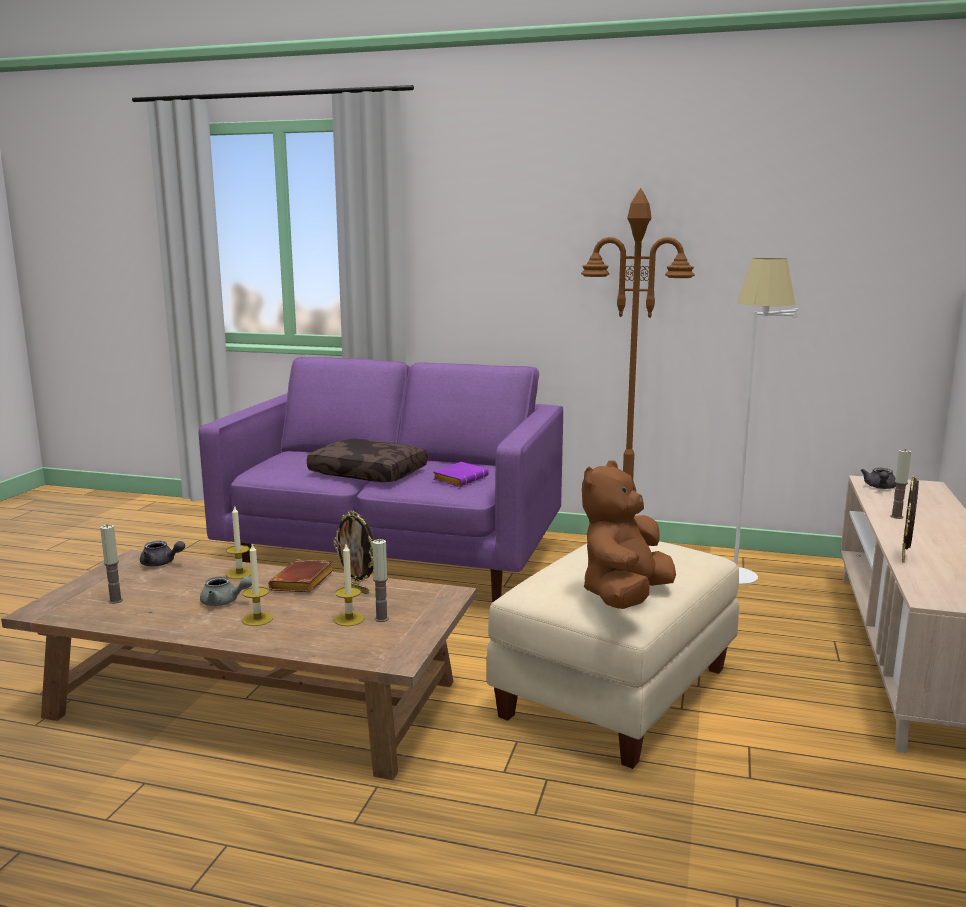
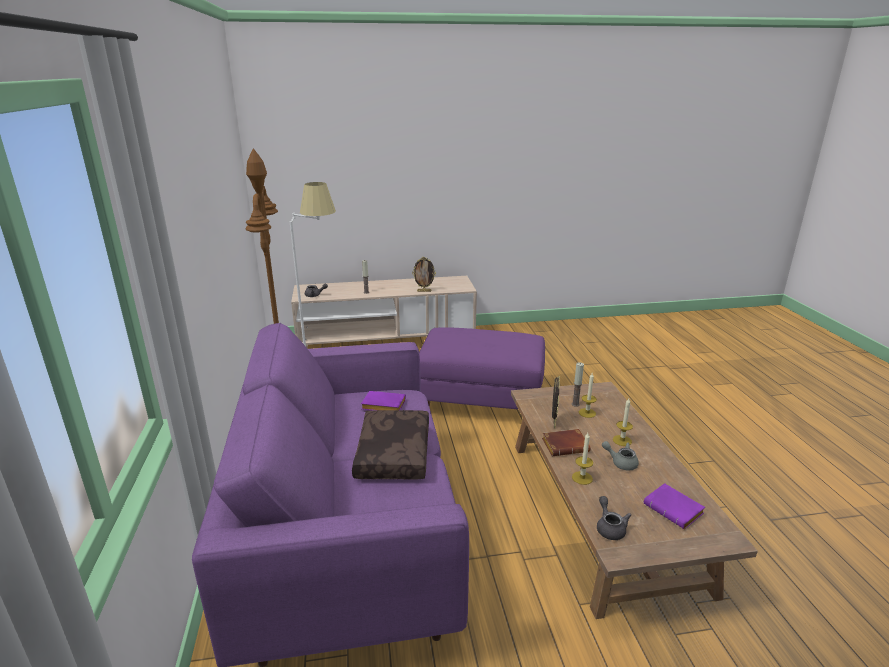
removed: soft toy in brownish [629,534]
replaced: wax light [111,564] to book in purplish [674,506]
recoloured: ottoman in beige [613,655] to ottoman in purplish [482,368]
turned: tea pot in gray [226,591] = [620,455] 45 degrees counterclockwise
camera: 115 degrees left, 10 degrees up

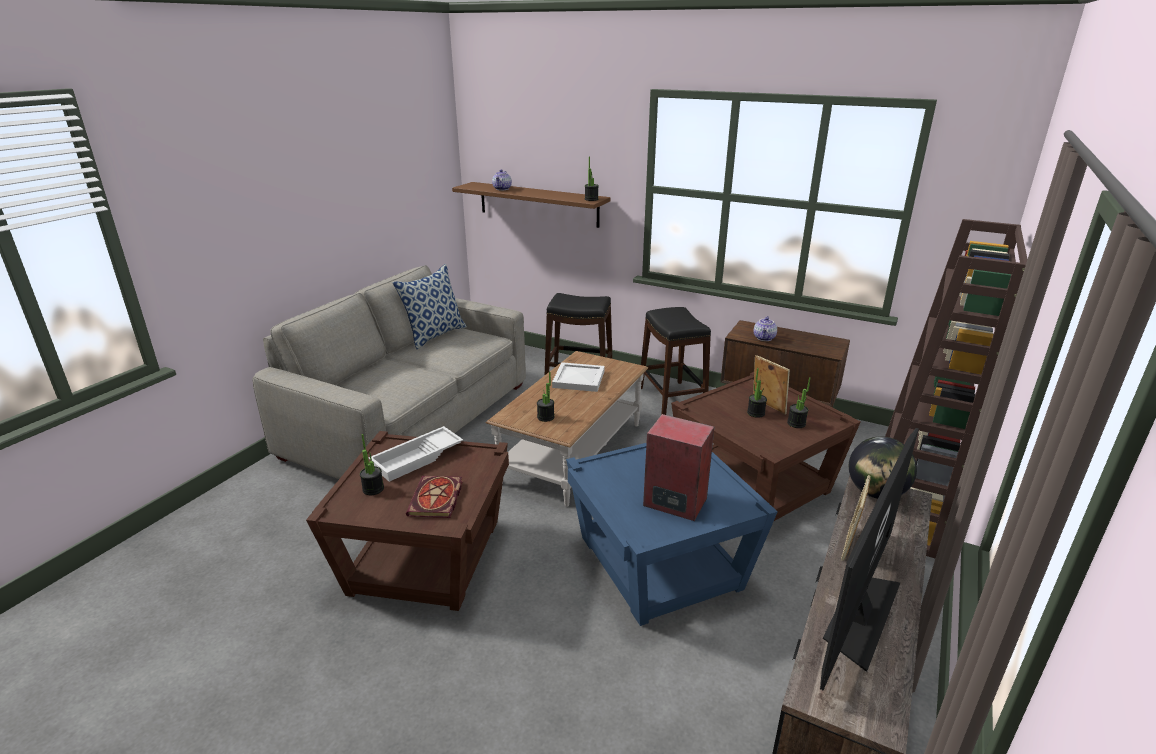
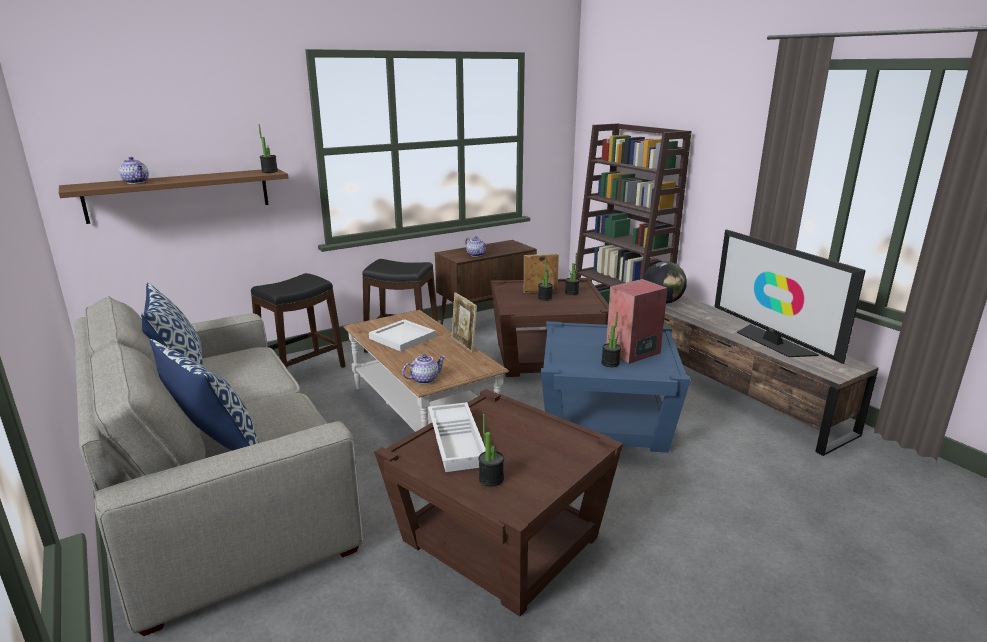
removed: book [434,497]
added: cushion [204,395]; tea pot [424,369]
moved: potted plant [546,397] to [611,339]; photo frame [856,518] to [464,322]
camera: 60 degrees left, 5 degrees down

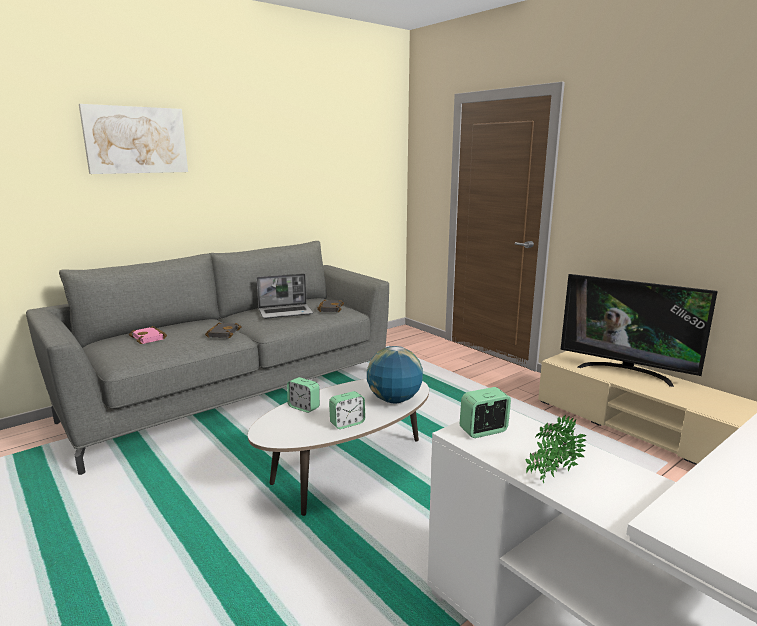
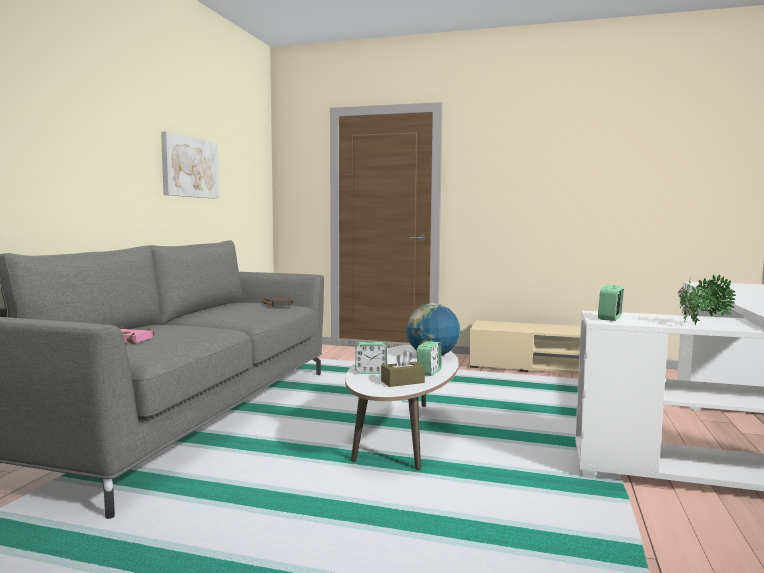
removed: book in black [223,330]; portable computer [285,296]; TV set [639,330]
added: tissue holder in brownish [403,368]; potted plant [708,295]
moved: wall picture [133,139] to [190,165]
camera: 35 degrees left, 10 degrees down

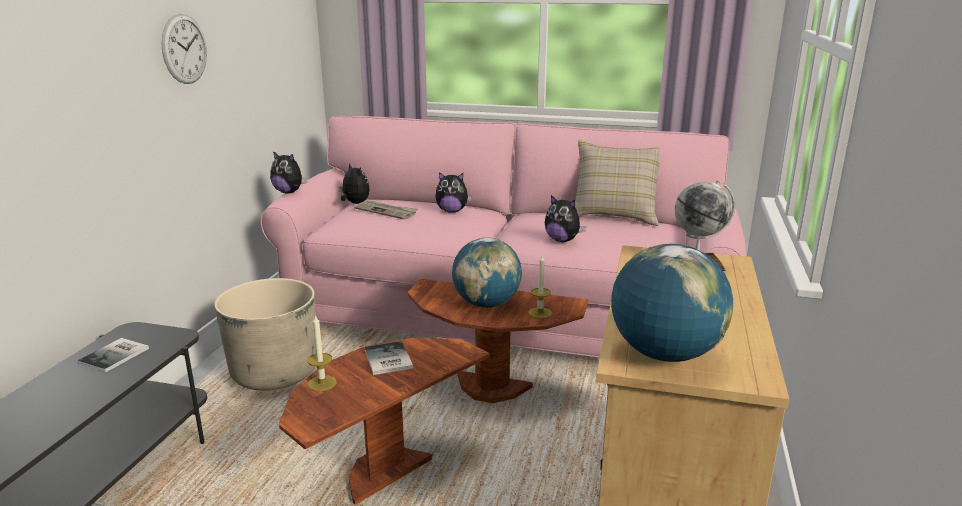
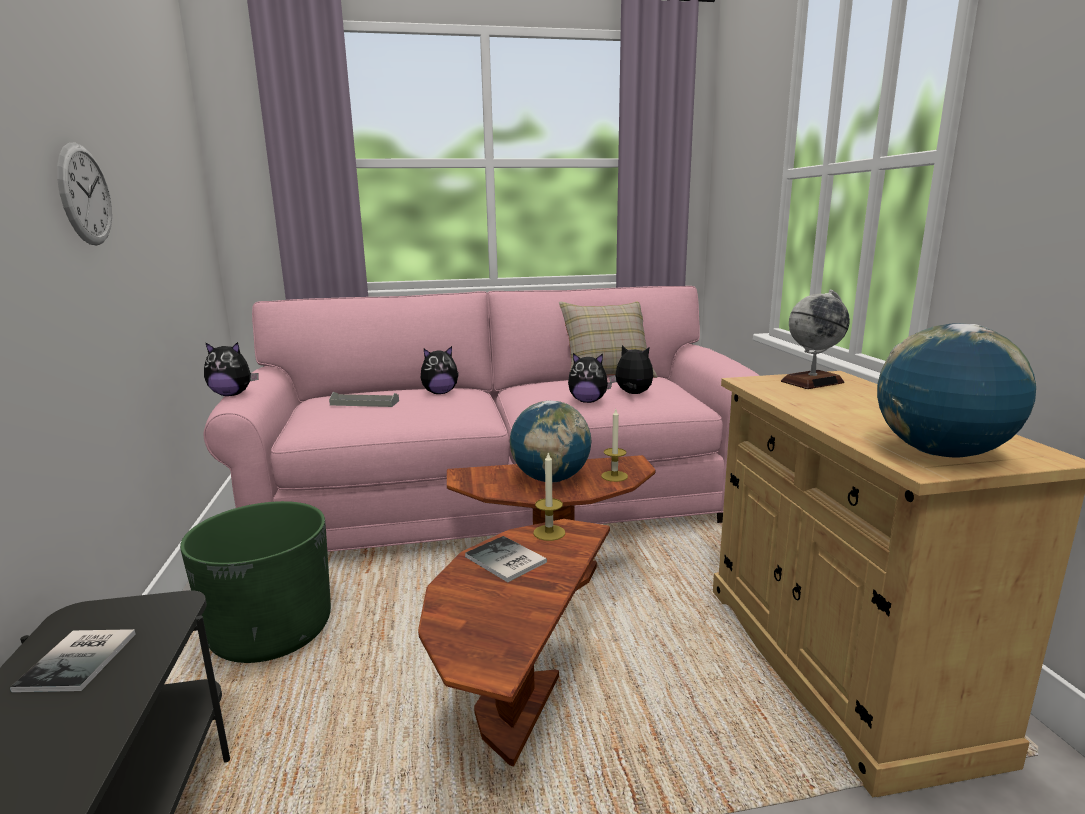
moved: wax light [322,352] to [549,496]; soft toy [354,183] to [631,369]
replaced: newspaper [386,210] to tray in gray [364,399]
recoloured: flower pot in beige [265,334] to flower pot in green [255,582]
camera: 25 degrees left, 5 degrees down

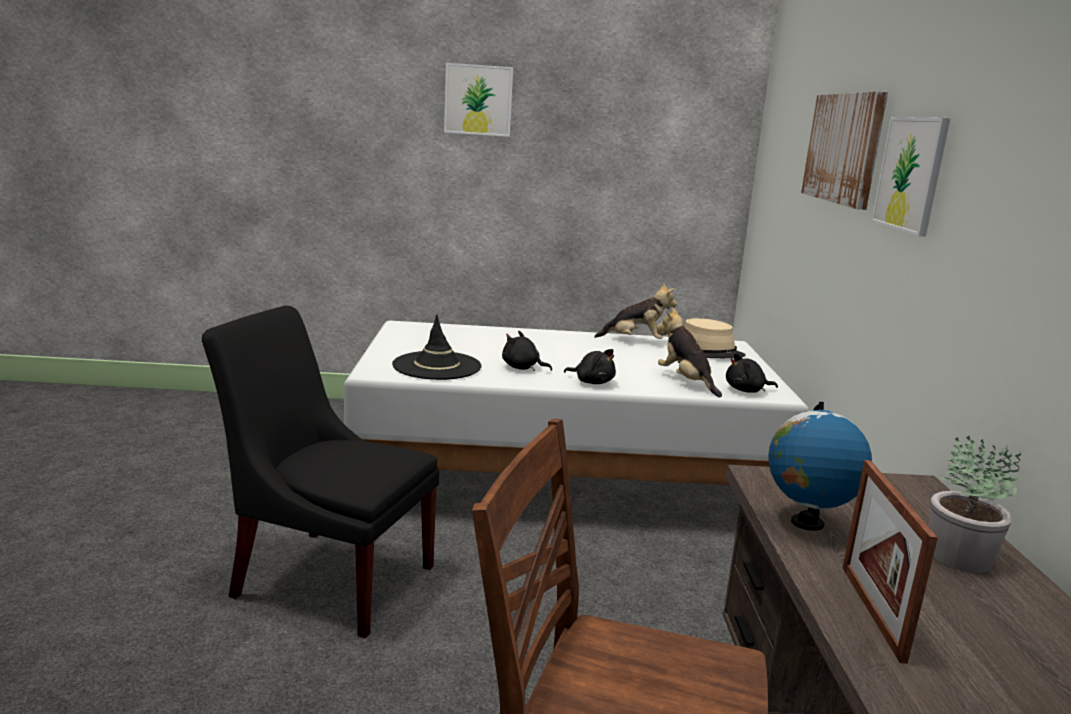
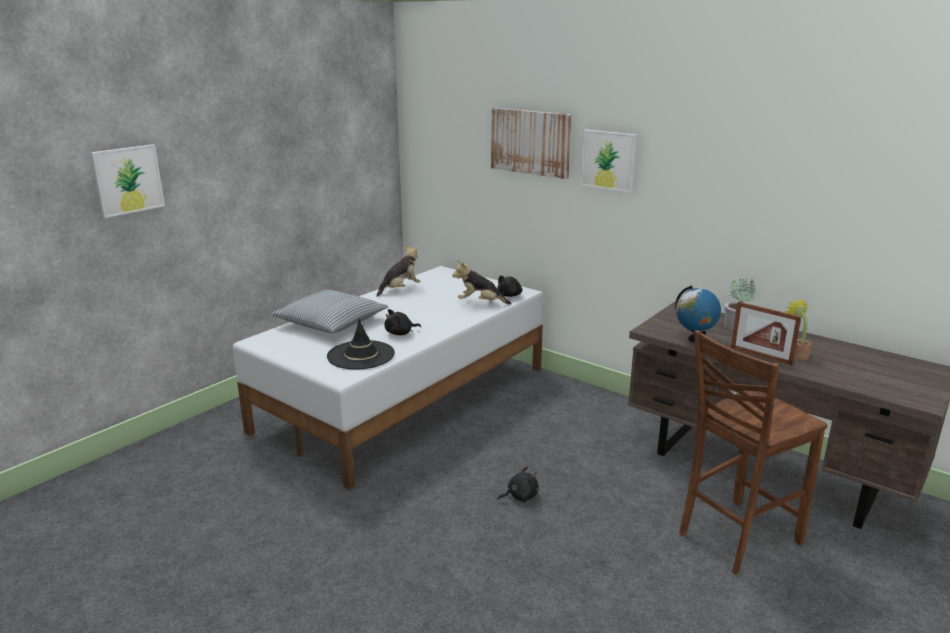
removed: upright chair in black [320,471]; clothing hat in beige [714,338]
added: cushion [329,311]; potted plant [798,328]
moved: wall picture [478,100] to [127,181]; soft toy in black [590,366] to [518,484]
camera: 50 degrees left, 5 degrees up

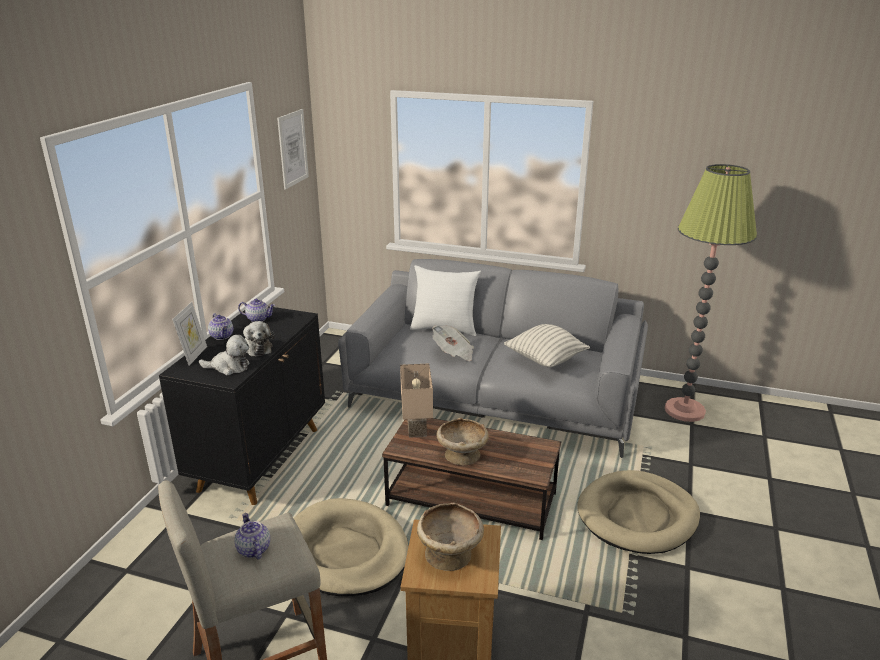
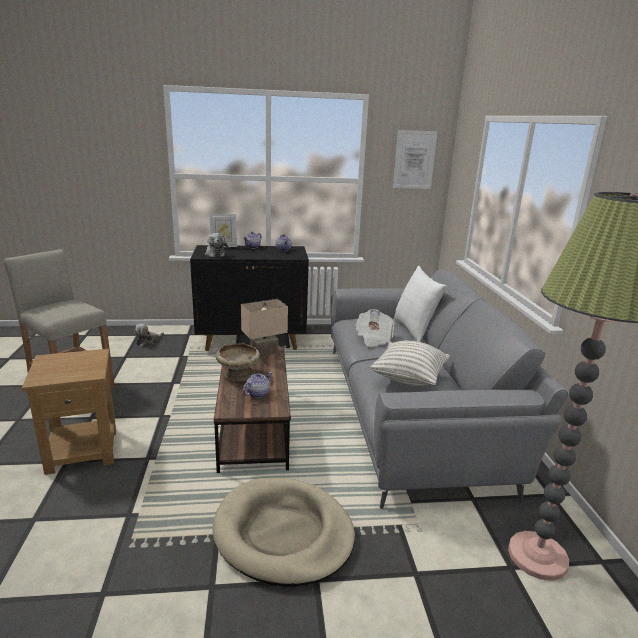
removed: dog cushion in beige [351,547]; bowl in beige [450,536]
moved: tea pot [252,536] to [257,385]; soft toy [259,339] to [149,335]
camera: 65 degrees right, 5 degrees down

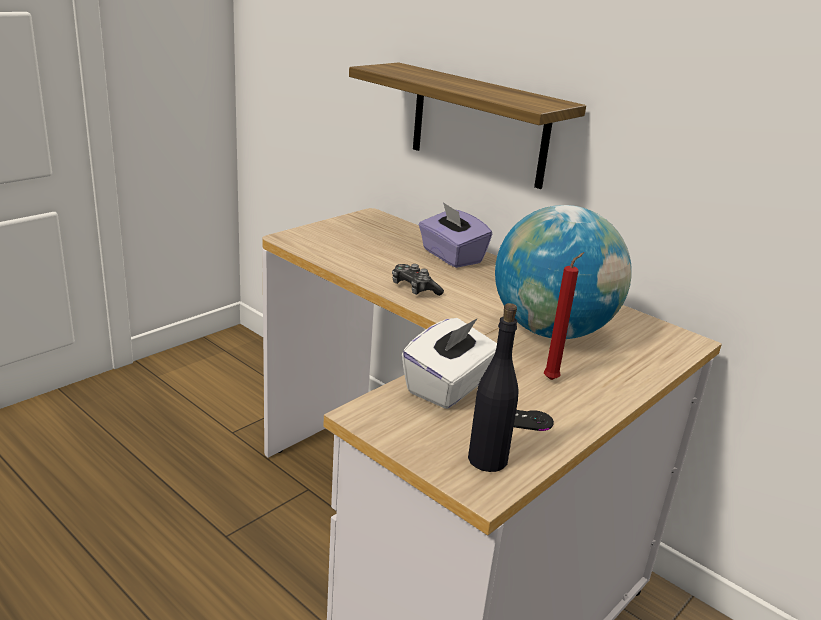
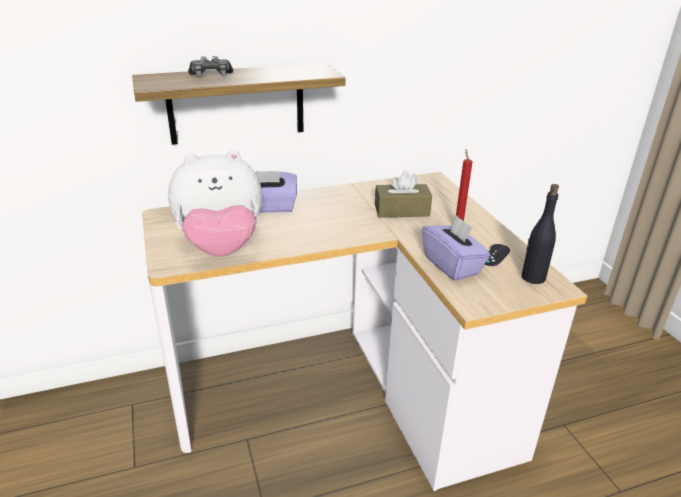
added: soft toy [215,204]
moved: game controller [418,280] to [210,66]
replaced: globe [563,272] to tissue holder in brownish [403,194]
recoloured: tissue holder in white [449,363] to tissue holder in purplish [456,248]
camera: 60 degrees left, 5 degrees up

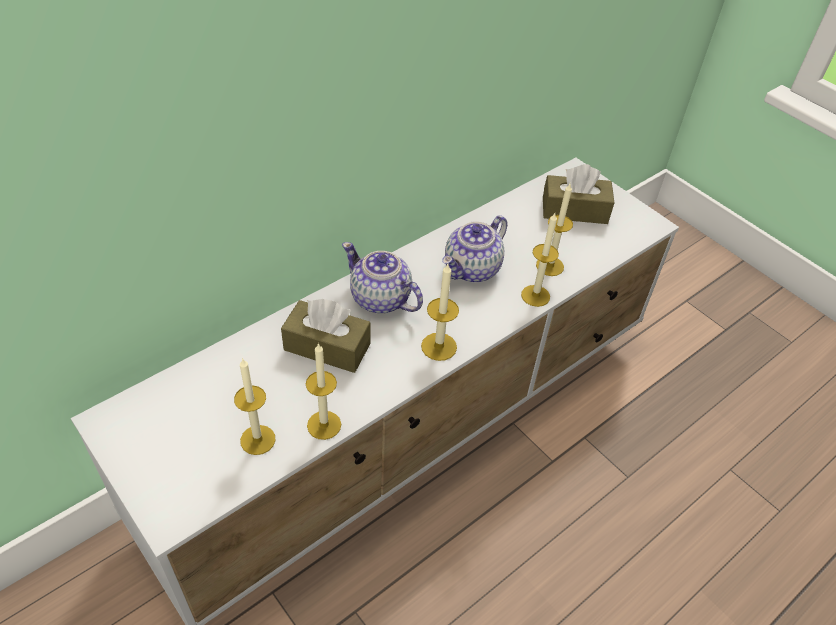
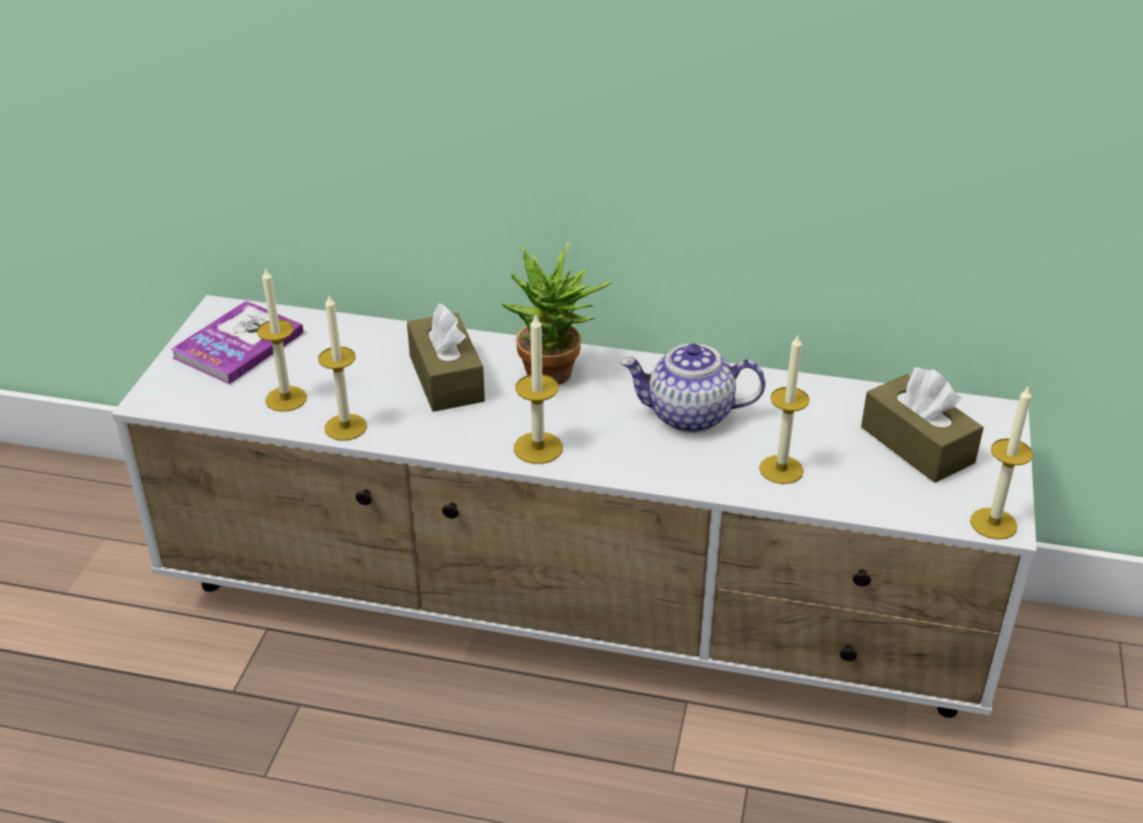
added: book [237,342]
moved: wax light [540,260] to [1001,462]
replaced: tea pot [382,278] to potted plant [556,313]
camera: 55 degrees right, 10 degrees down

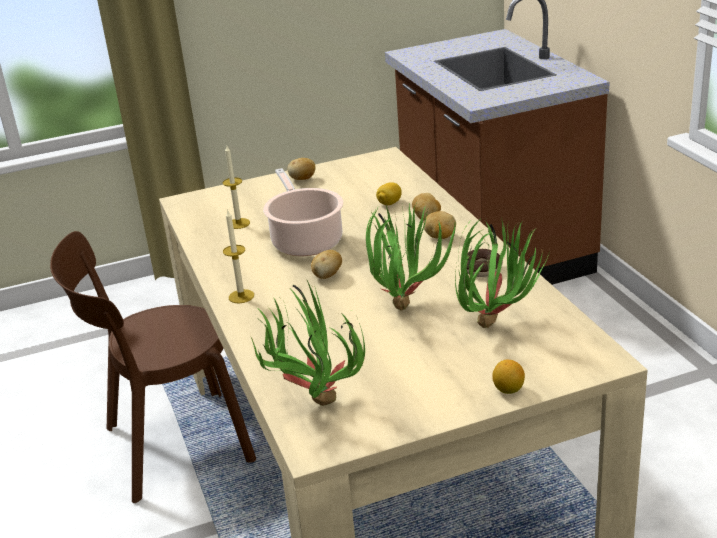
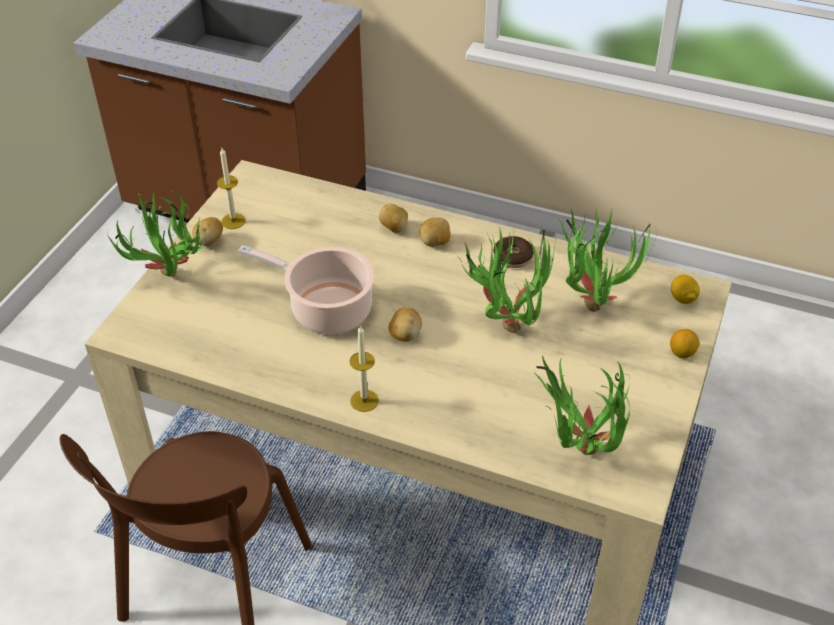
added: potted plant [158,234]
moved: wax light [236,187] to [231,188]; whole lemon [389,193] to [685,289]
camera: 50 degrees left, 15 degrees up

